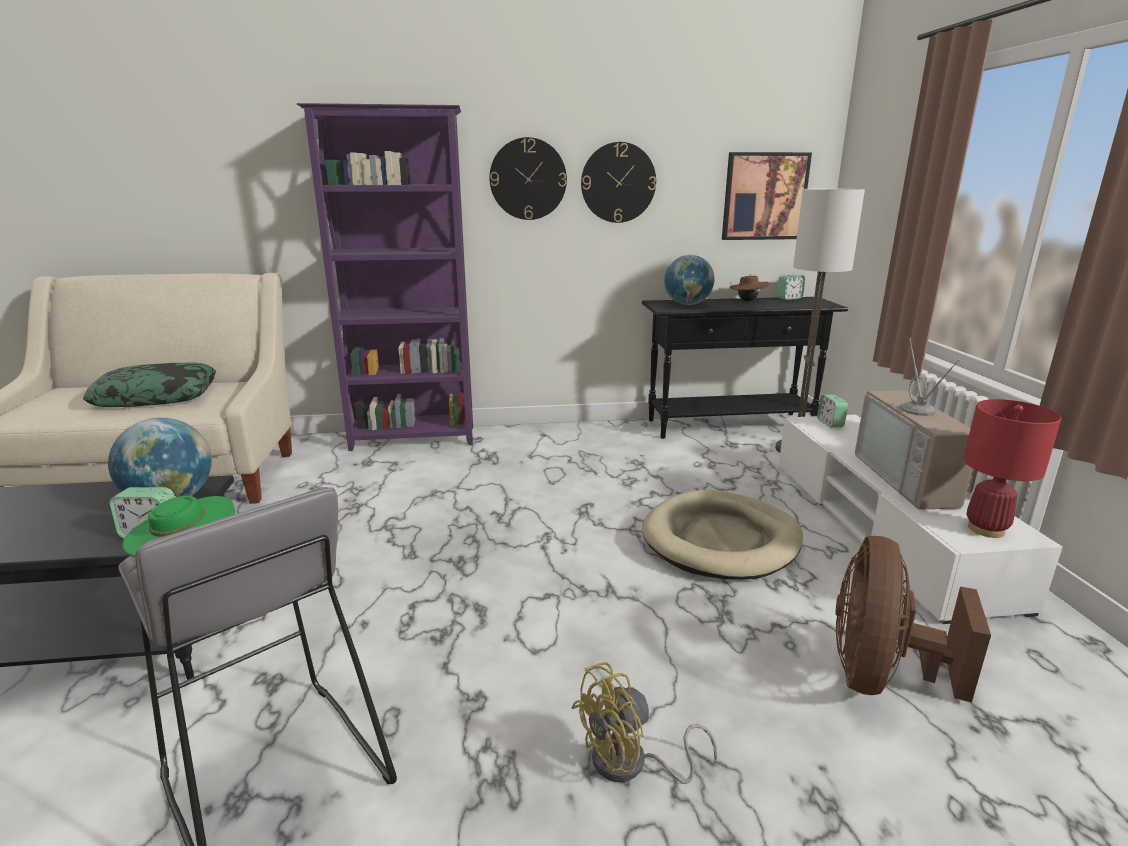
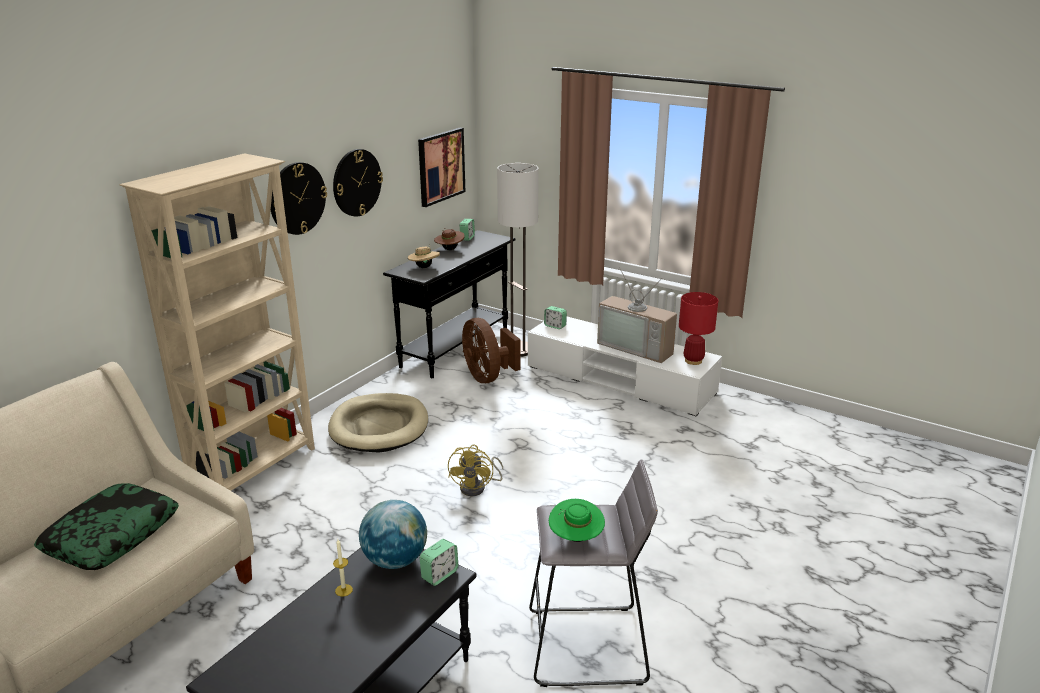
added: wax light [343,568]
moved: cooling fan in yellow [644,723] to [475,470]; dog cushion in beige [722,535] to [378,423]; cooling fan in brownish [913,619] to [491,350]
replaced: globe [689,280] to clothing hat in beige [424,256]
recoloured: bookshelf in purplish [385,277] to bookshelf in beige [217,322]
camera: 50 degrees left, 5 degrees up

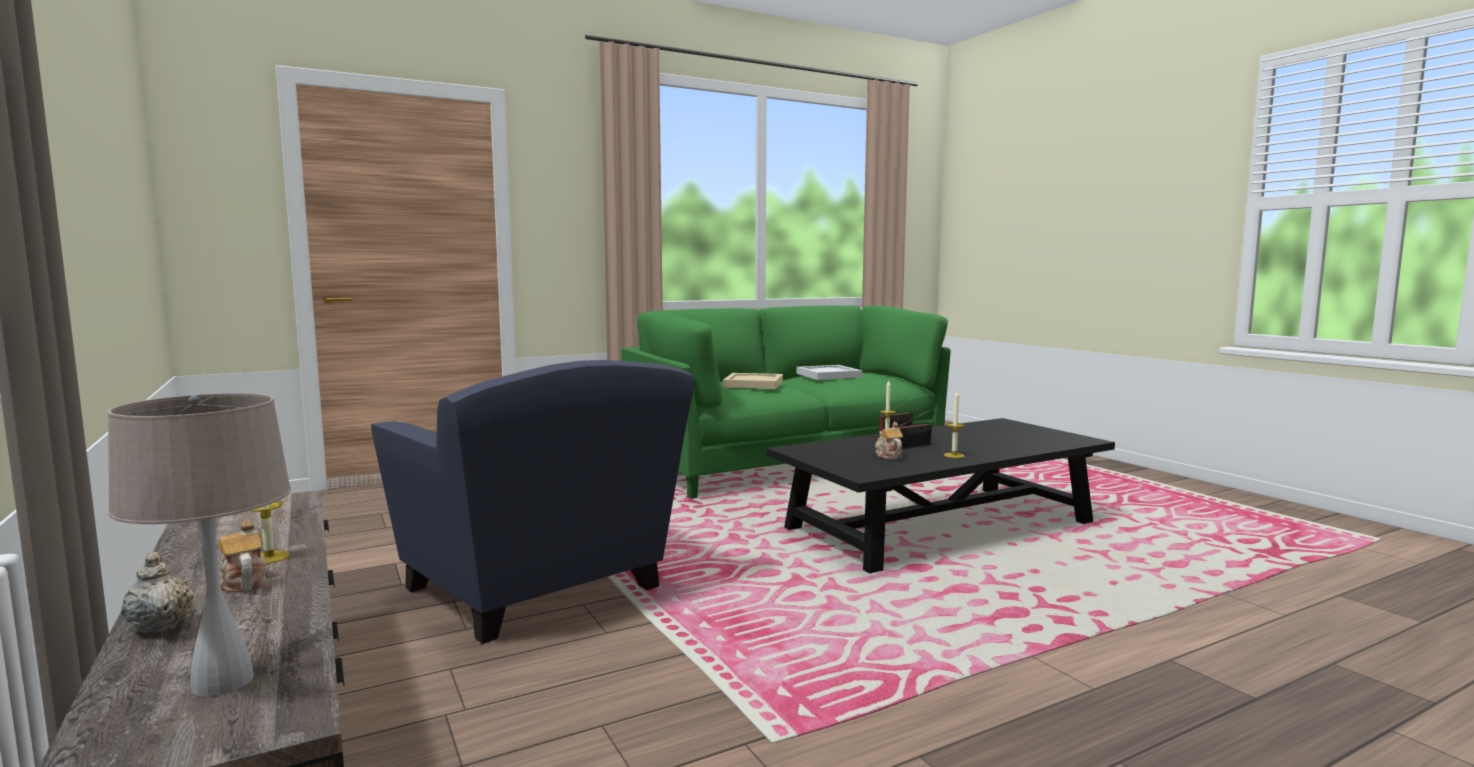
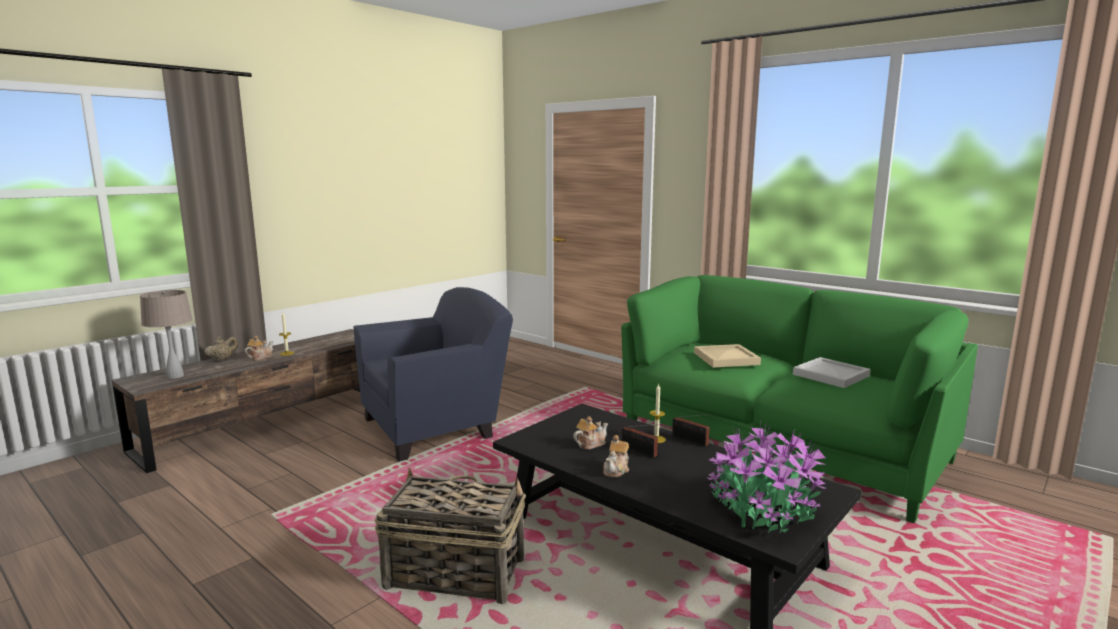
added: storage basket [450,536]; potted plant [767,477]
replaced: wax light [954,424] to tea pot [616,456]
turned: armchair in bluish [532,502] = [433,374] 150 degrees counterclockwise
camera: 70 degrees right, 5 degrees up

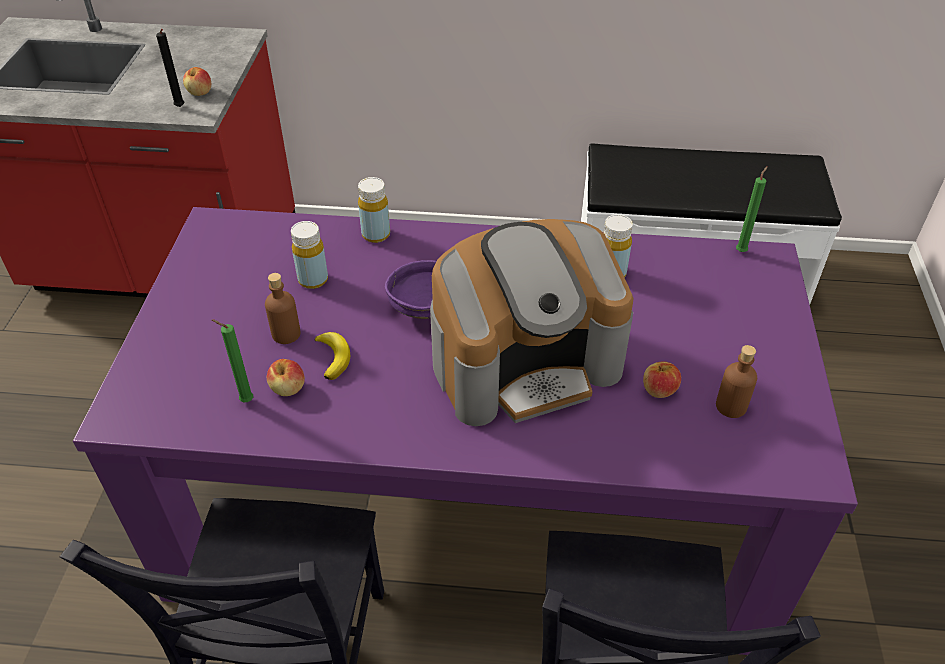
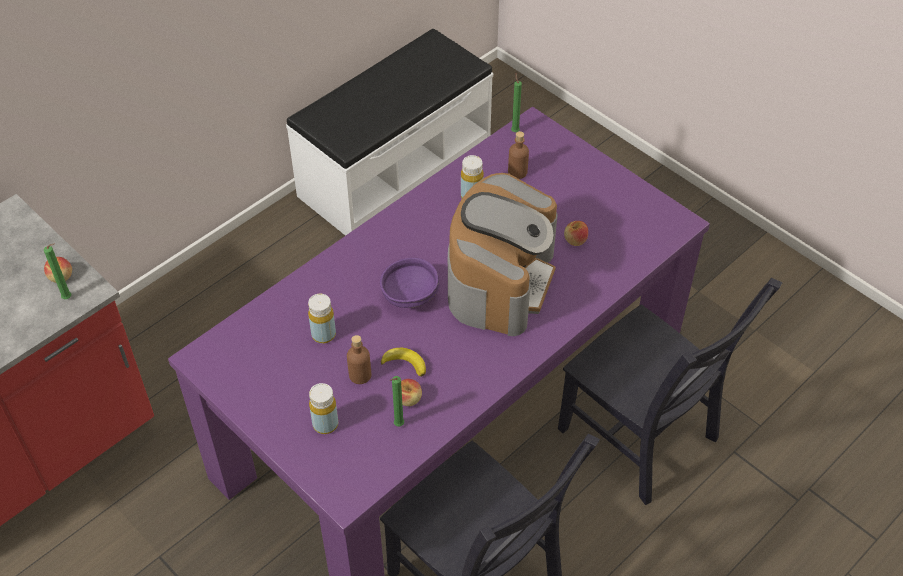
moved: bottle in yellow [374,210] to [323,408]; bottle in brownish [736,381] to [518,155]
recoloured: wax light in black [170,68] to wax light in green [57,271]
camera: 50 degrees left, 5 degrees up

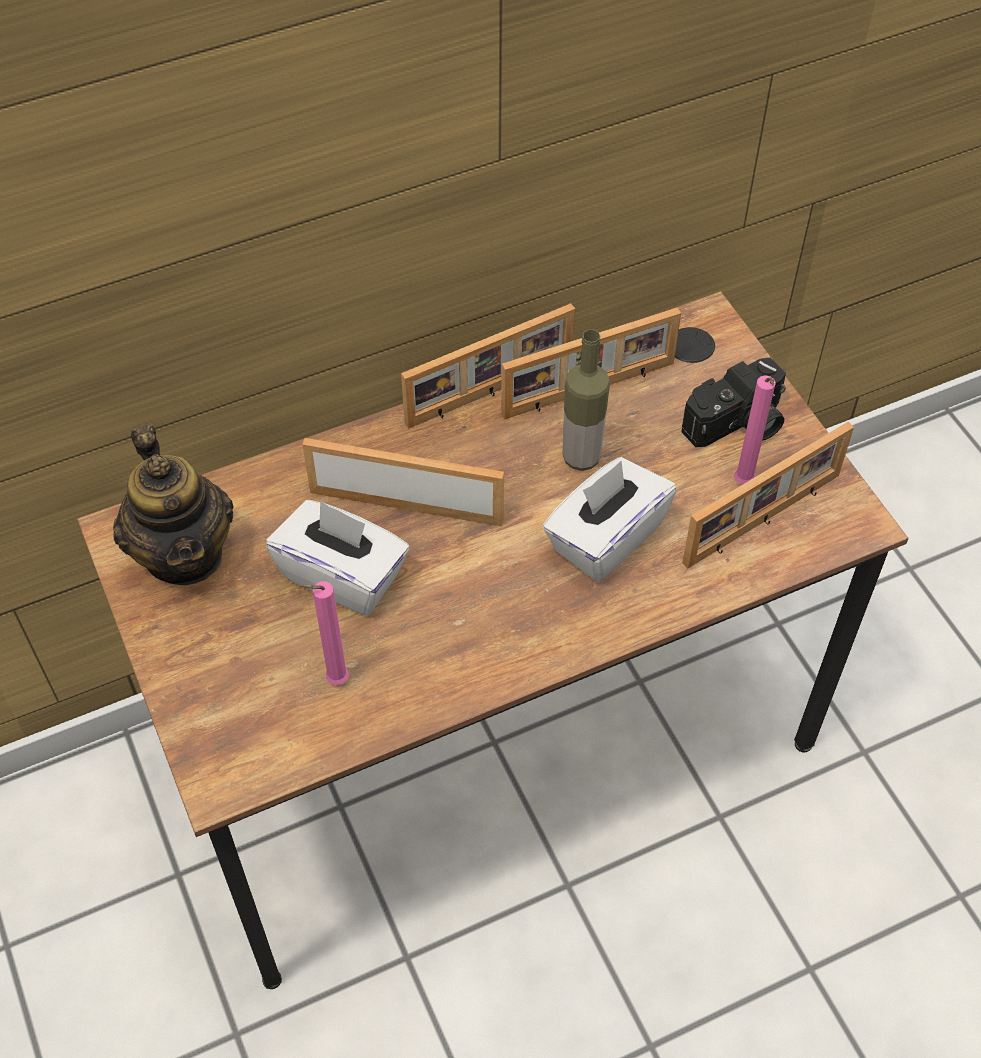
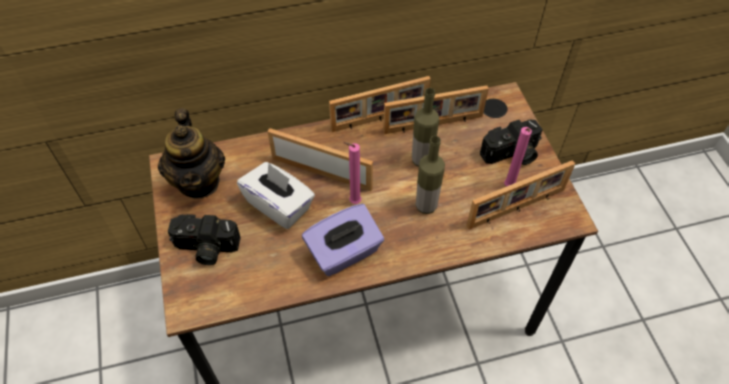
added: still camera [204,239]; tissue holder in purplish [343,240]
moved: wax light in pinkish [325,633] to [352,173]
replaced: tissue holder in white [610,519] to bottle [430,175]
camera: 10 degrees right, 0 degrees up

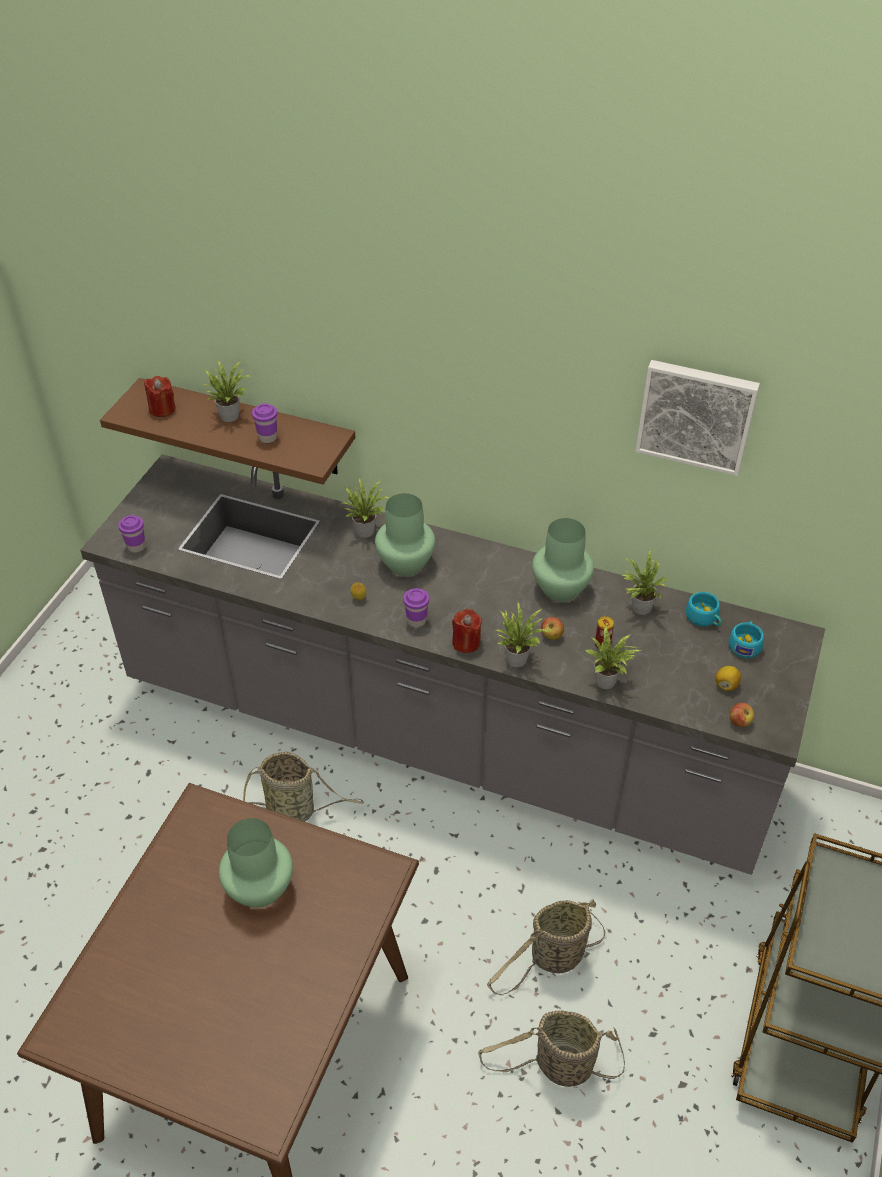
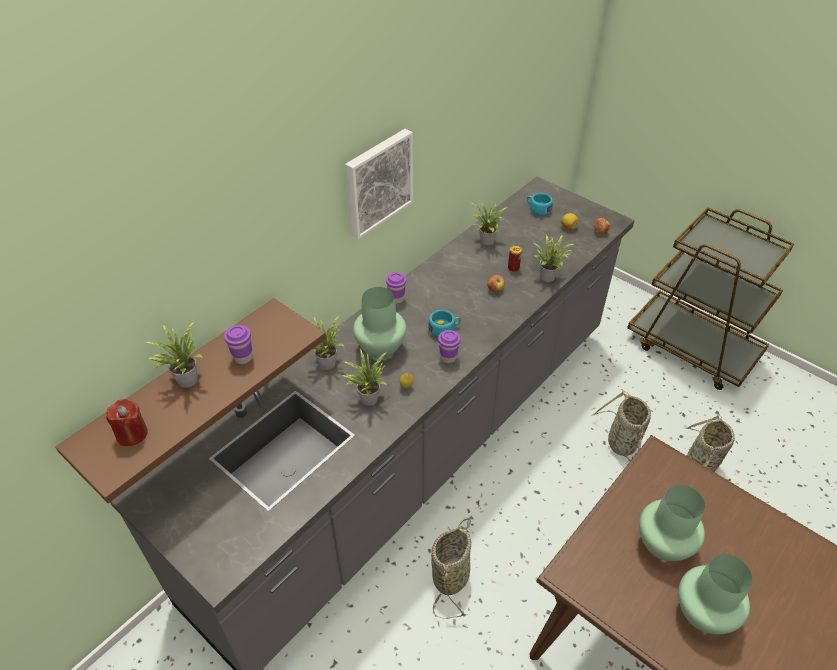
removed: wax light in reddish [467,631]
moved: small cup in purplish [131,534] to [396,288]; potted plant [522,634] to [364,377]; flower vase in green [563,560] to [715,594]; wall picture [697,418] to [379,184]; small cup in turquoise [704,609] to [444,323]
camera: 70 degrees left, 0 degrees up

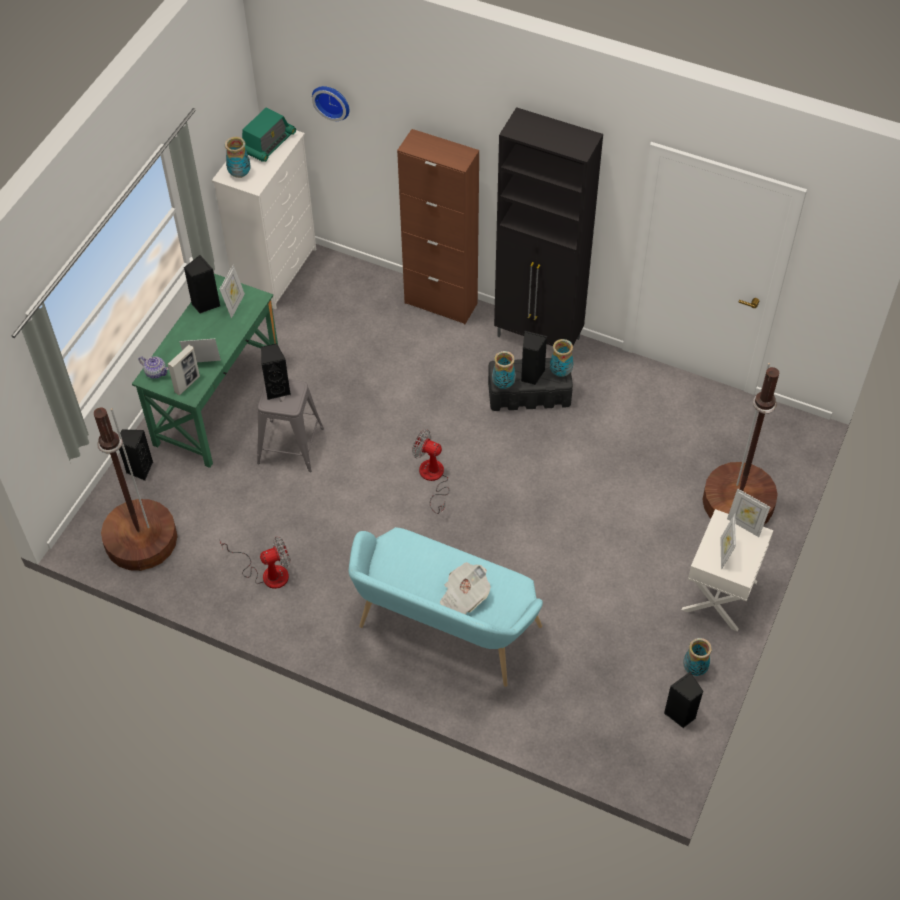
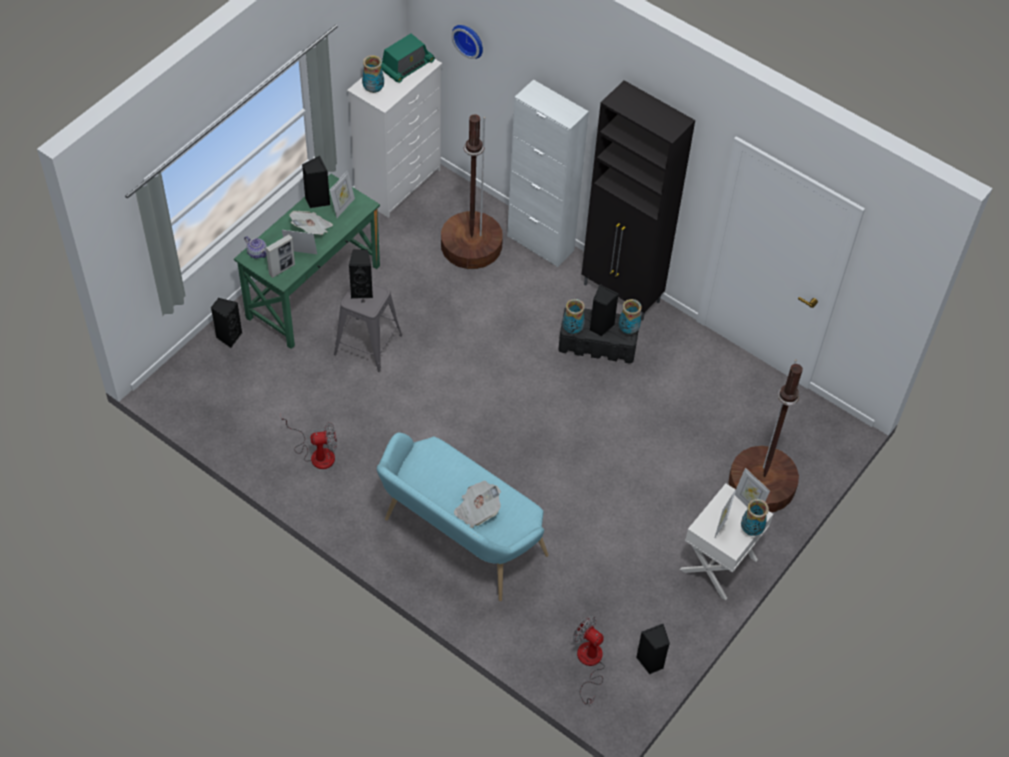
added: newspaper [311,223]
moved: floor lamp in brownish [135,489] to [472,191]; cooling fan [430,471] to [589,660]; flower vase [697,657] to [755,517]
recoloured: storage cabinet in brownish [438,226] to storage cabinet in white [548,173]
camera: 10 degrees right, 0 degrees up

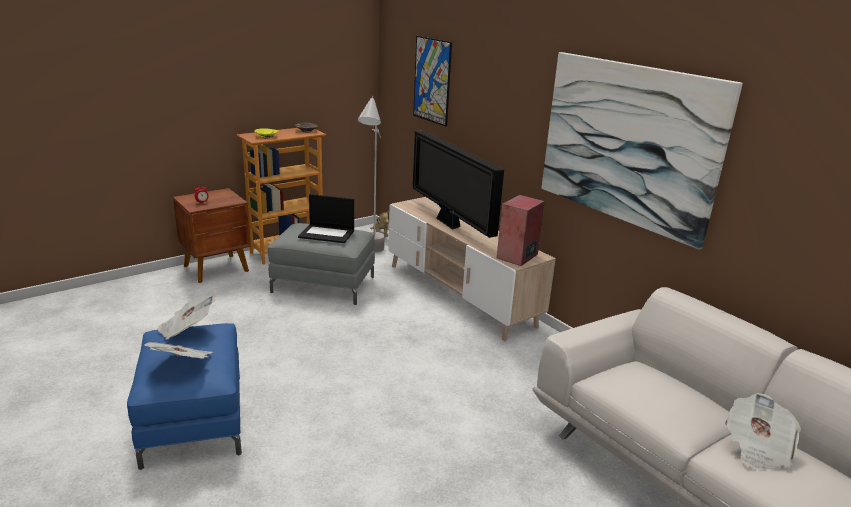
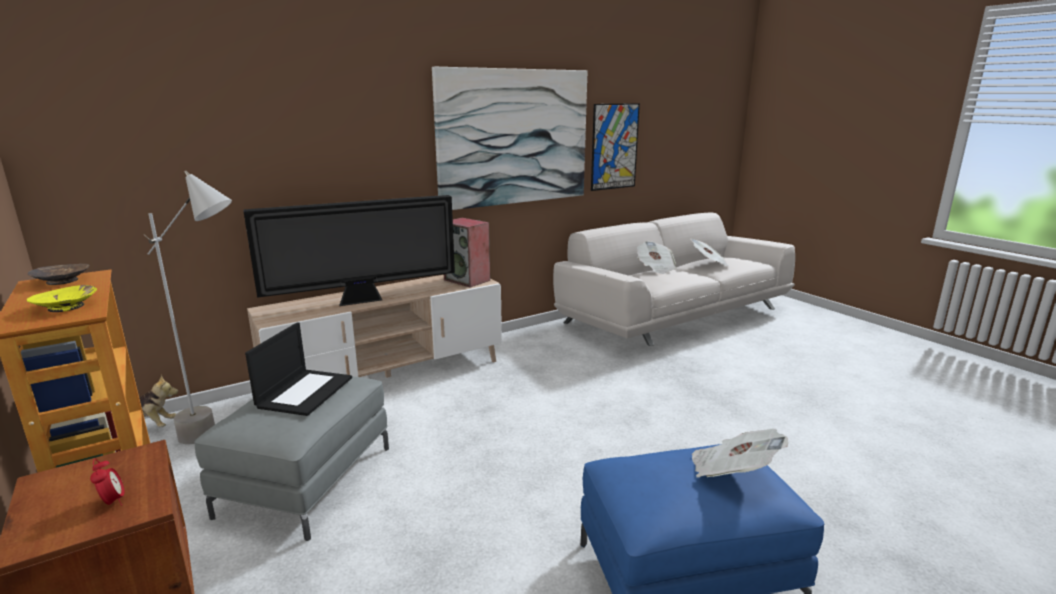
moved: newspaper [186,317] to [657,258]; wall picture [432,81] to [615,147]
camera: 85 degrees left, 5 degrees down

